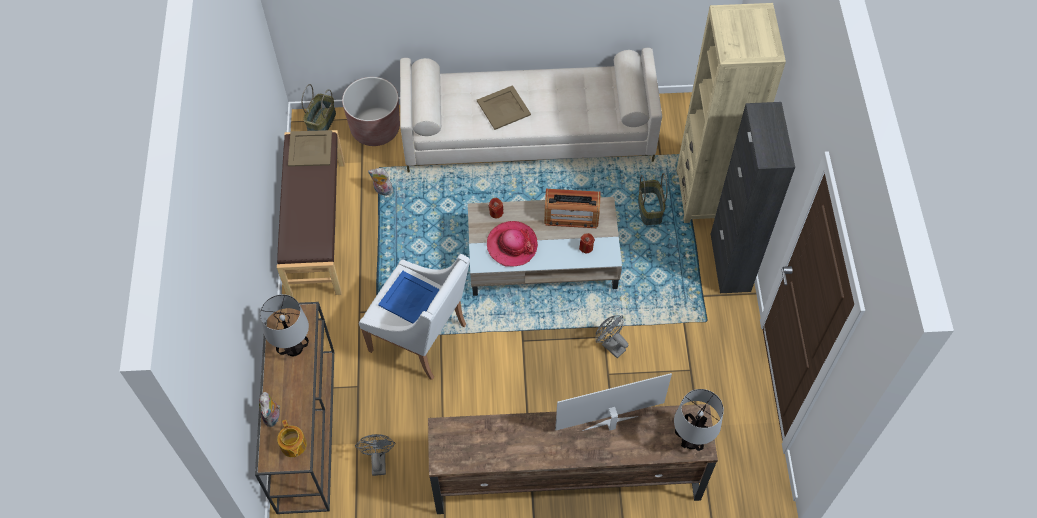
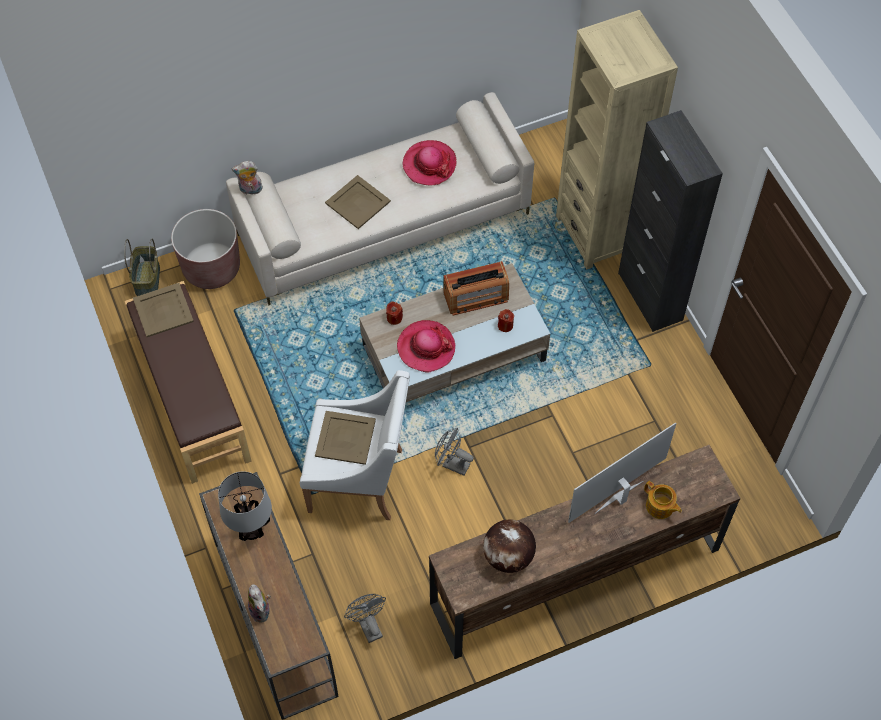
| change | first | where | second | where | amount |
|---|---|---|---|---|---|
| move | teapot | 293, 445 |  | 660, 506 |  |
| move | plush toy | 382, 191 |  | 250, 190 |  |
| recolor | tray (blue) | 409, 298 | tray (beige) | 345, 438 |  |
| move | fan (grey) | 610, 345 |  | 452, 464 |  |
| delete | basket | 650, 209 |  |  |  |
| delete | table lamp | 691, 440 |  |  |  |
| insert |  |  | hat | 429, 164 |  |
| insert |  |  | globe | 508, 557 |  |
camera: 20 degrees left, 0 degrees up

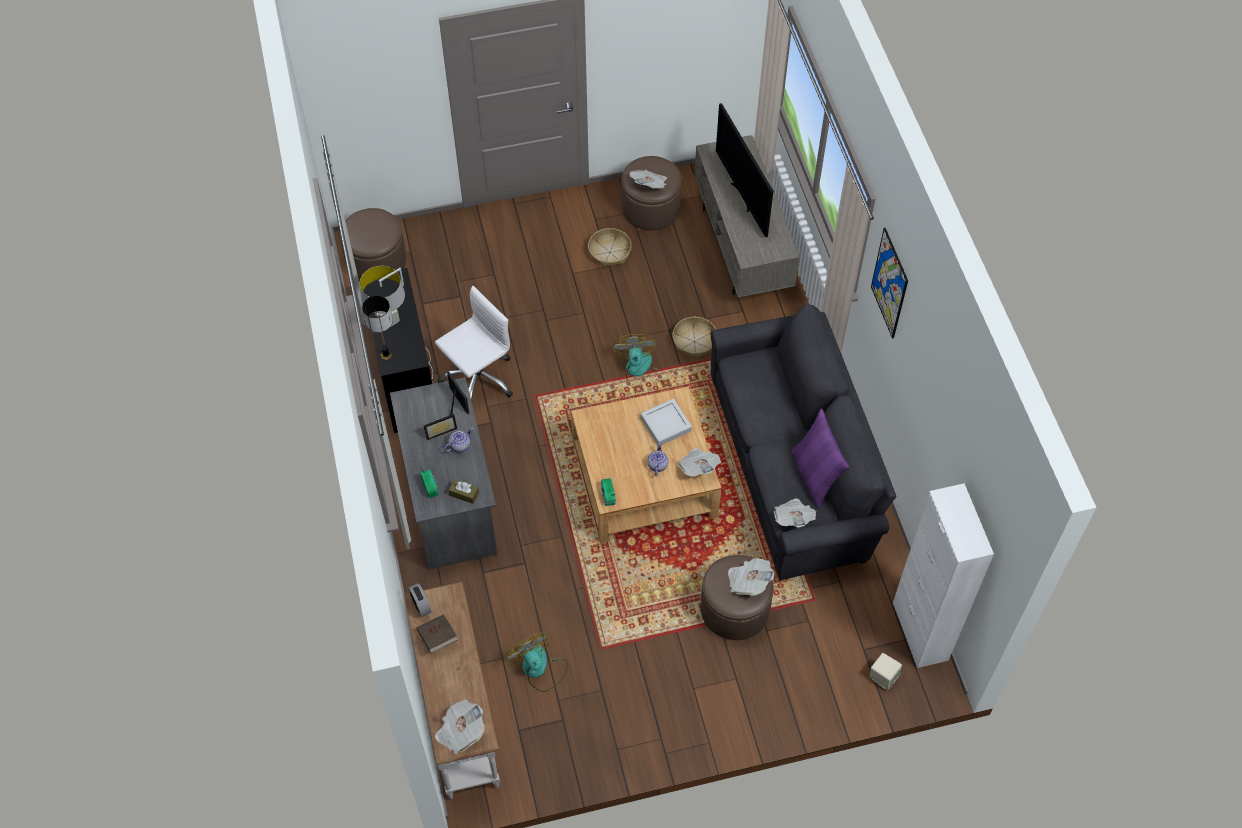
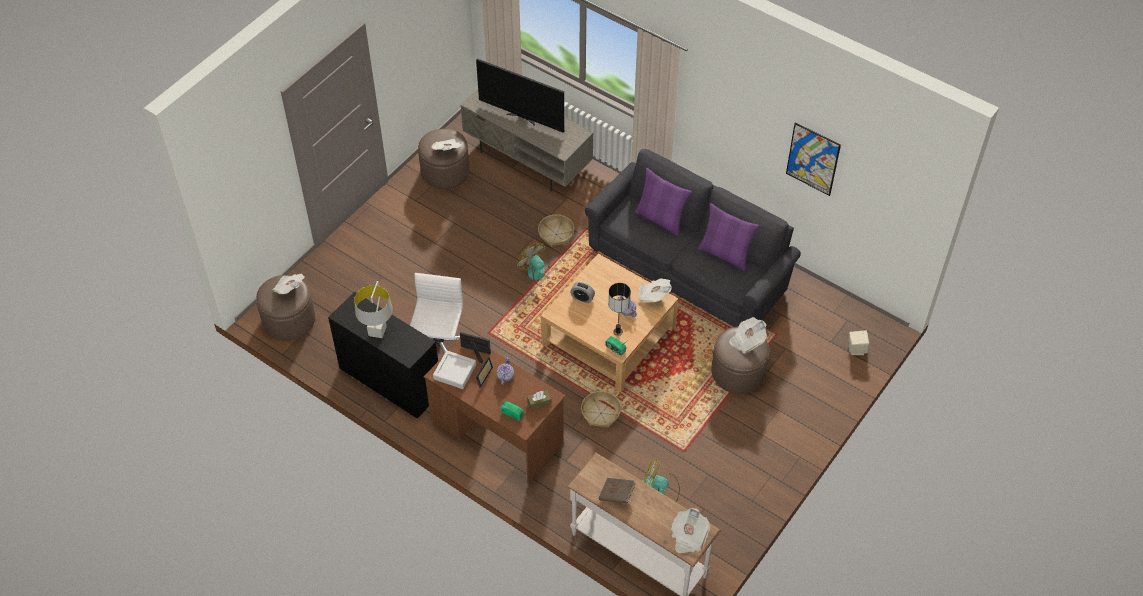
| change | first | where | second | where | amount |
|---|---|---|---|---|---|
| move | table lamp | 386, 354 |  | 618, 331 |  |
| recolor | desk (grey) | 449, 498 | desk (brown) | 497, 432 |  |
| move | alarm clock | 421, 605 |  | 582, 298 |  |
| move | basket | 610, 252 |  | 601, 413 |  |
| move | tray (grey) | 666, 424 |  | 454, 372 |  |
| move | newspaper | 793, 518 |  | 289, 288 |  |
| move | picture | 889, 283 |  | 813, 159 |  |
| delete | cabinet (white) | 920, 631 |  |  |  |
| insert |  |  | pillow (purple) | 660, 219 |  |
camera: 40 degrees left, 5 degrees down

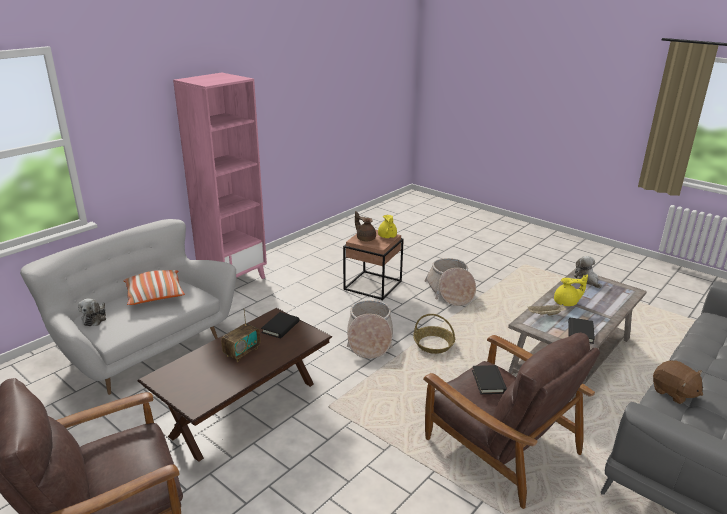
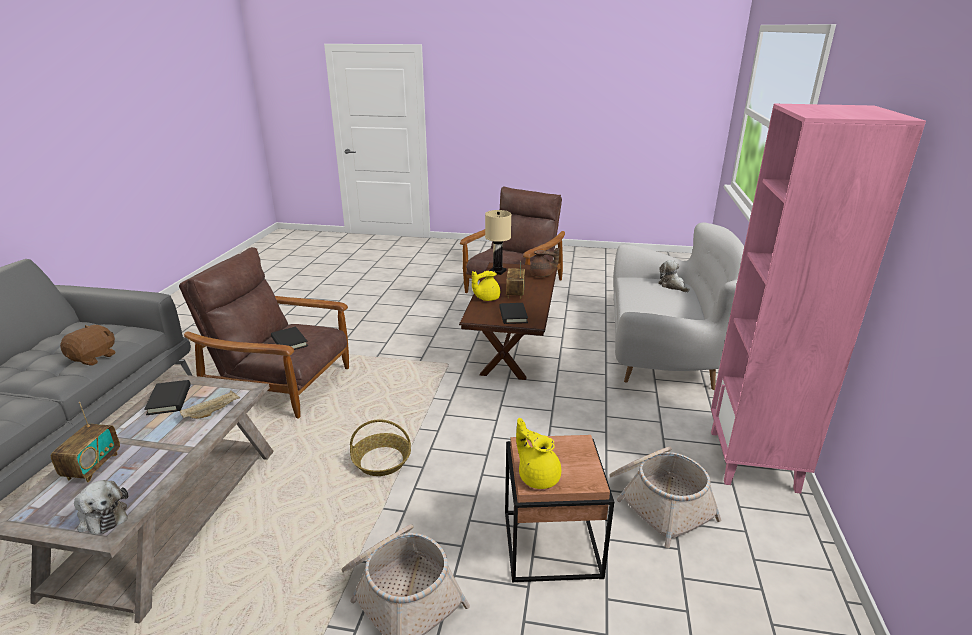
| change | first | where | second | where | amount |
|---|---|---|---|---|---|
| delete | pillow | 155, 296 |  |  |  |
| move | basket | 369, 340 |  | 658, 502 |  |
| move | teapot (brown) | 365, 238 |  | 542, 275 |  |
| move | teapot (yellow) | 567, 303 |  | 486, 298 |  |
| rotate | plush toy (brown) | 674, 393 |  | 94, 358 | 90 degrees clockwise |
| insert |  |  | radio | 92, 466 |  |
| insert |  |  | table lamp (beige) | 497, 271 |  |
camera: 150 degrees right, 0 degrees up

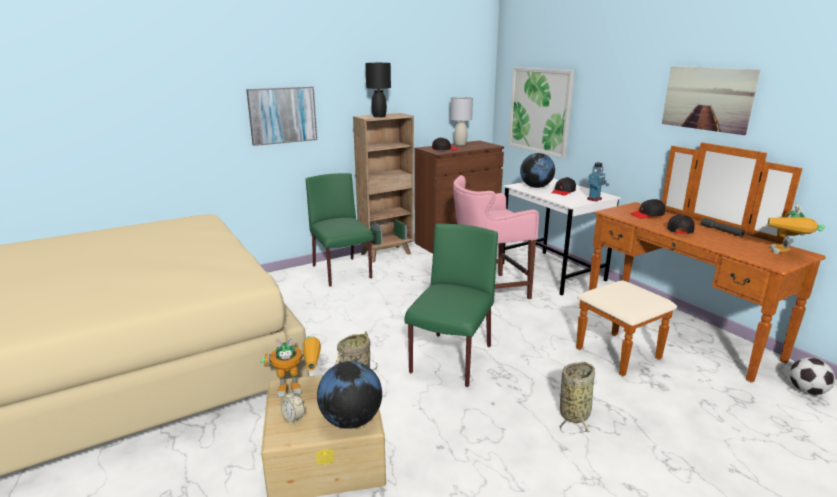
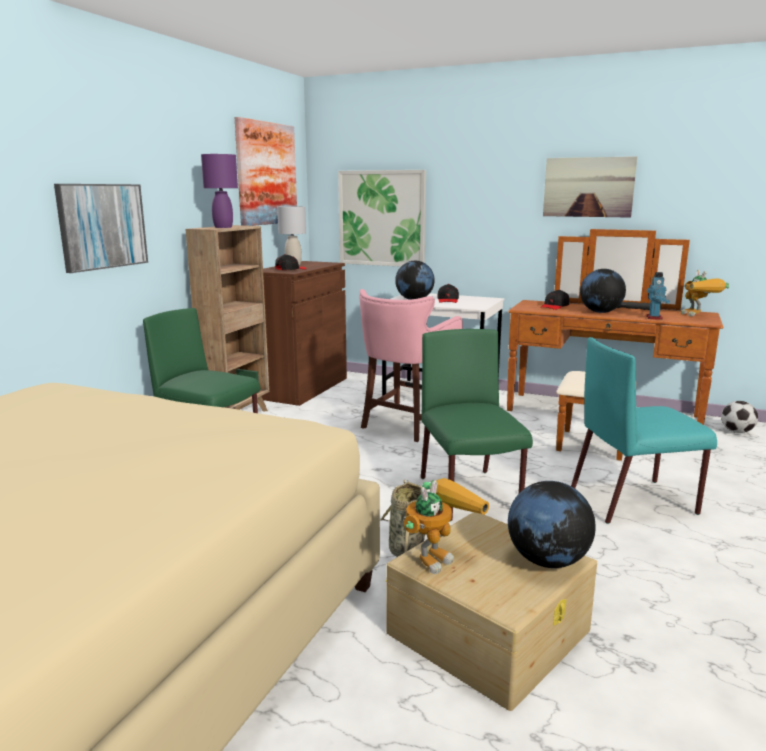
| change | first | where | second | where | amount |
|---|---|---|---|---|---|
| delete | alarm clock | 293, 418 |  |  |  |
| recolor | table lamp (black) | 379, 116 | table lamp (purple) | 223, 227 |  |
| replace | basket | 575, 413 | chair (turquoise) | 634, 501 |  |
| move | toy robot | 594, 199 |  | 654, 318 |  |
| replace | cap (black) | 679, 229 | globe | 600, 312 |  |
| insert |  |  | picture | 266, 174 |  |
camera: 35 degrees left, 5 degrees down

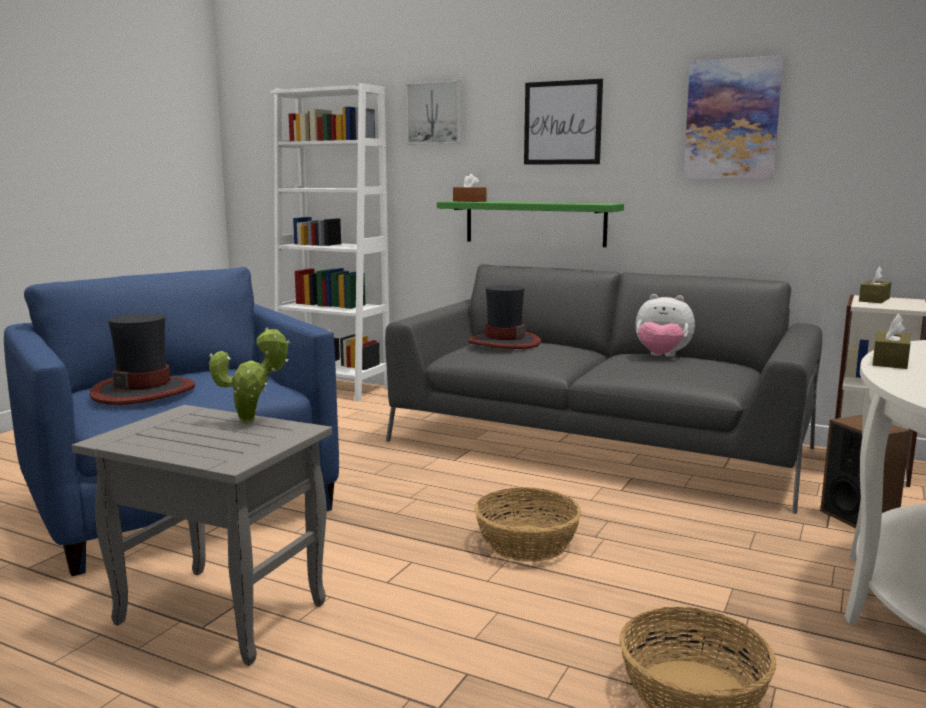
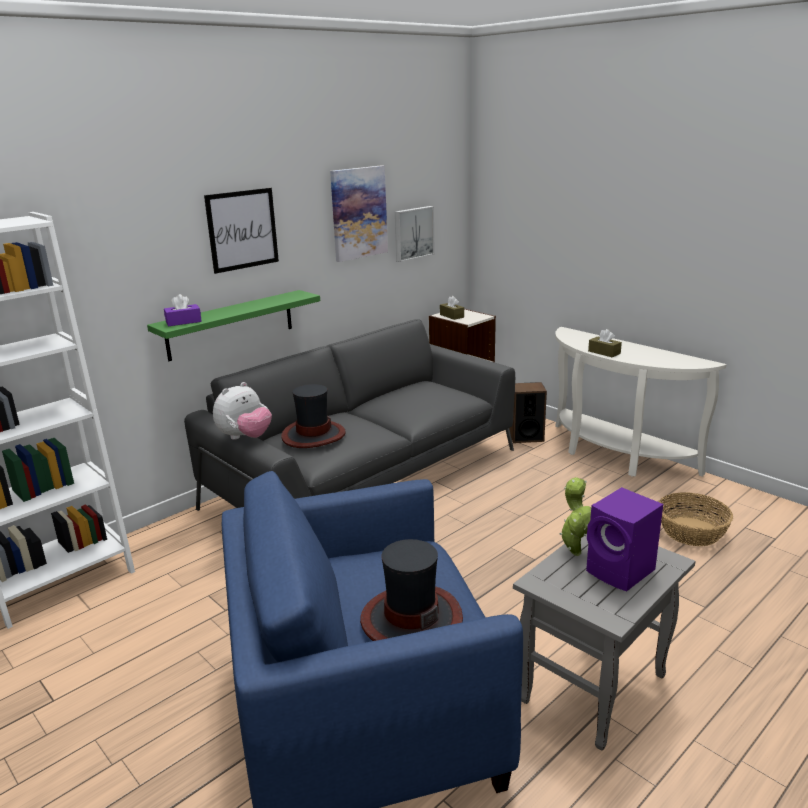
| change | first | where | second | where | amount |
|---|---|---|---|---|---|
| move | picture | 435, 113 |  | 413, 233 |  |
| recolor | tissue box (brown) | 469, 201 | tissue box (purple) | 183, 322 |  |
| delete | basket | 527, 543 |  |  |  |
| move | plush toy | 661, 357 |  | 245, 437 |  |
| insert |  |  | speaker (purple) | 622, 572 |  |
camera: 70 degrees left, 10 degrees up

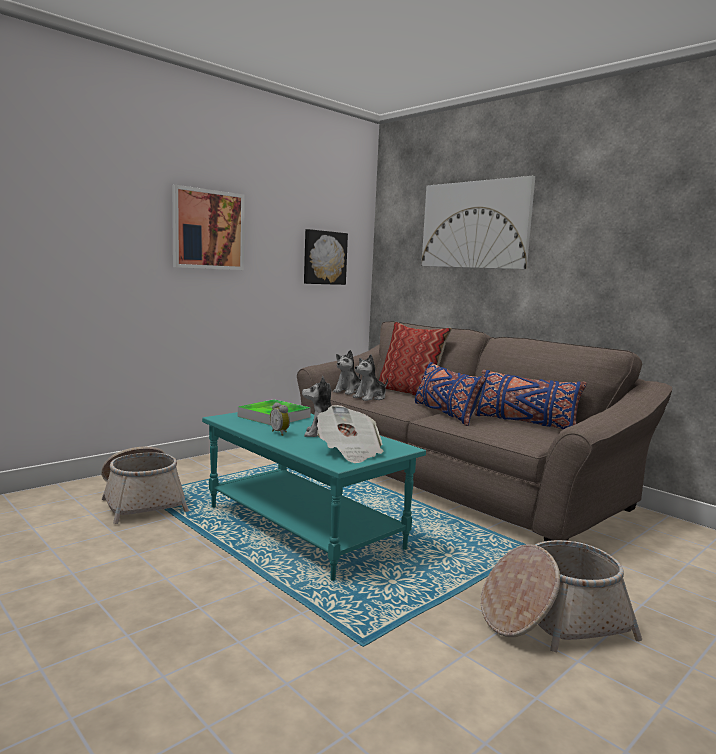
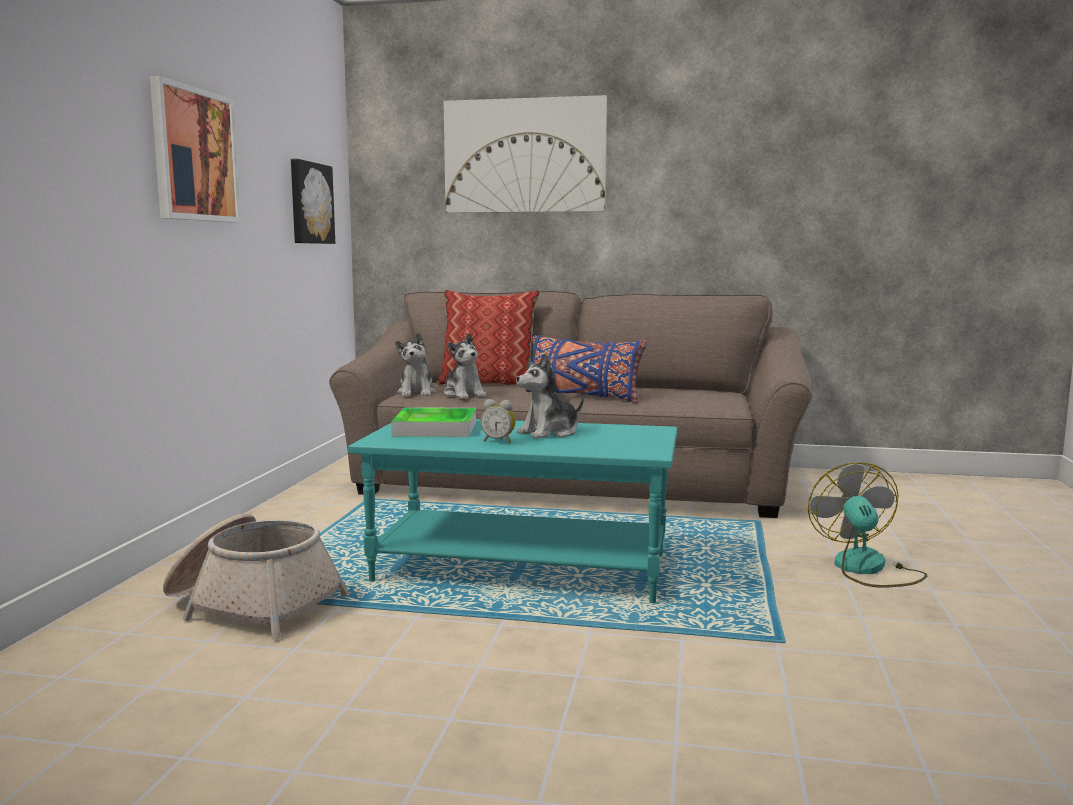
| change | first | where | second | where | amount |
|---|---|---|---|---|---|
| delete | newspaper | 349, 452 |  |  |  |
| rotate | plush toy | 370, 397 |  | 464, 394 | 45 degrees counterclockwise |
| delete | pillow (blue) | 524, 423 |  |  |  |
| replace | basket | 552, 620 | fan | 867, 569 |  |
camera: 35 degrees left, 0 degrees up

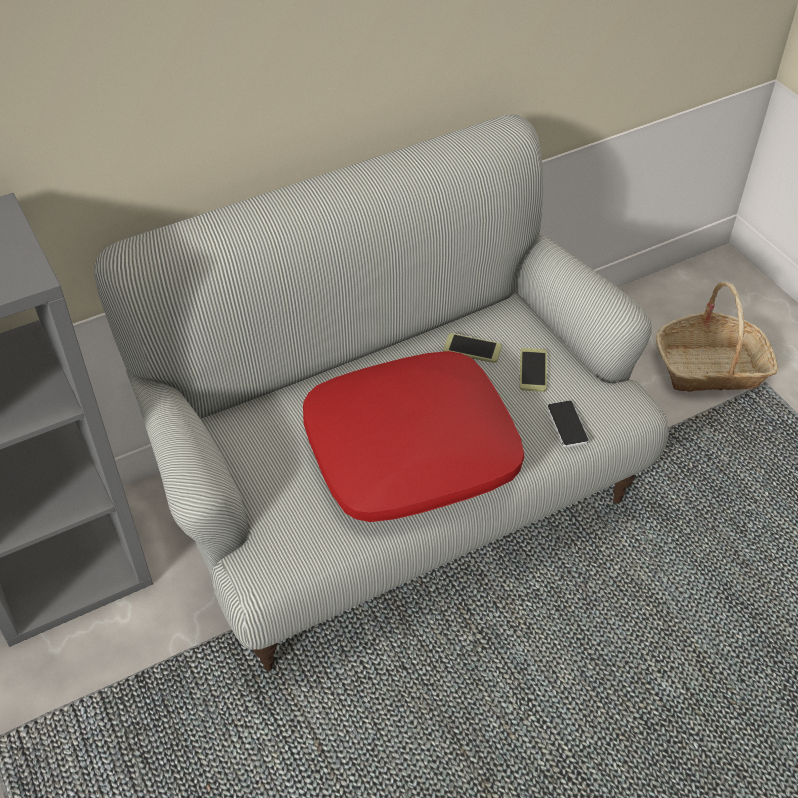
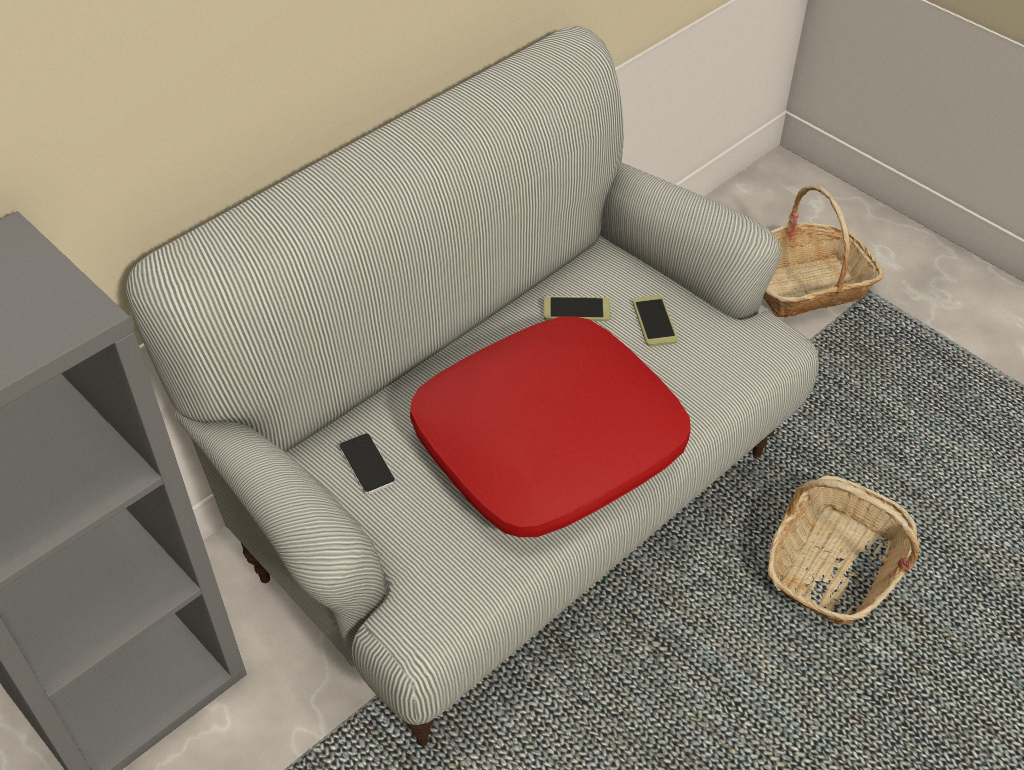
| change | first | where | second | where | amount |
|---|---|---|---|---|---|
| move | phone | 567, 424 |  | 367, 464 |  |
| insert |  |  | basket | 835, 566 |  |
camera: 15 degrees left, 0 degrees up

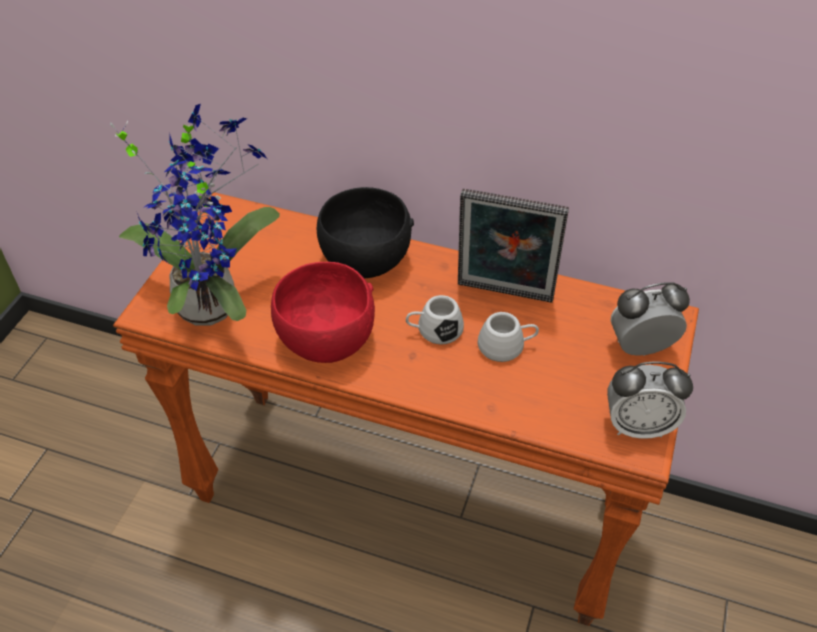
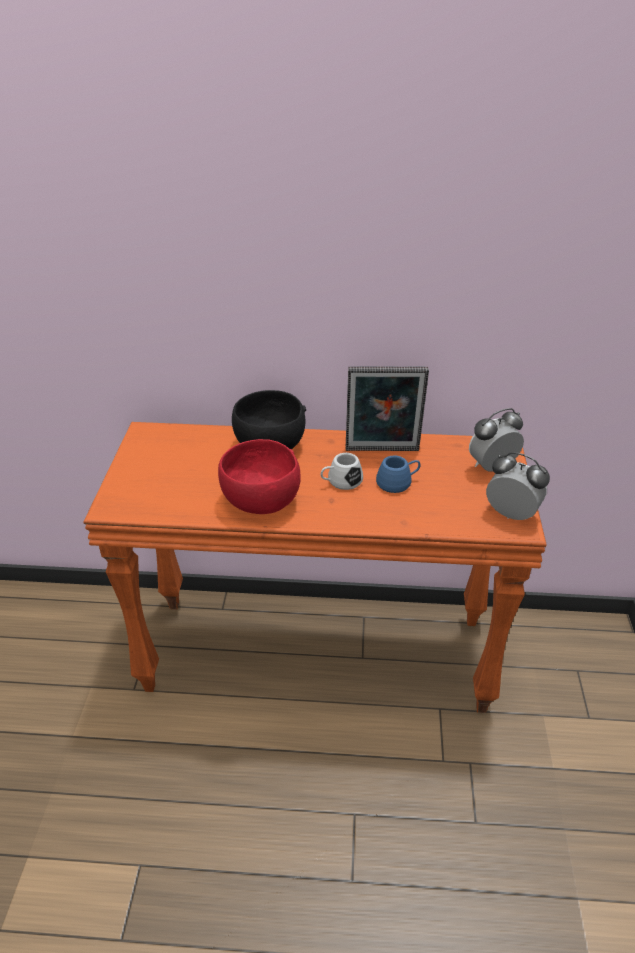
| change | first | where | second | where | amount |
|---|---|---|---|---|---|
| delete | potted plant | 212, 301 |  |  |  |
| recolor | mug (white) | 506, 346 | mug (blue) | 398, 482 |  |
| rotate | alarm clock | 638, 425 |  | 511, 514 | 135 degrees counterclockwise |
camera: 15 degrees left, 10 degrees down

